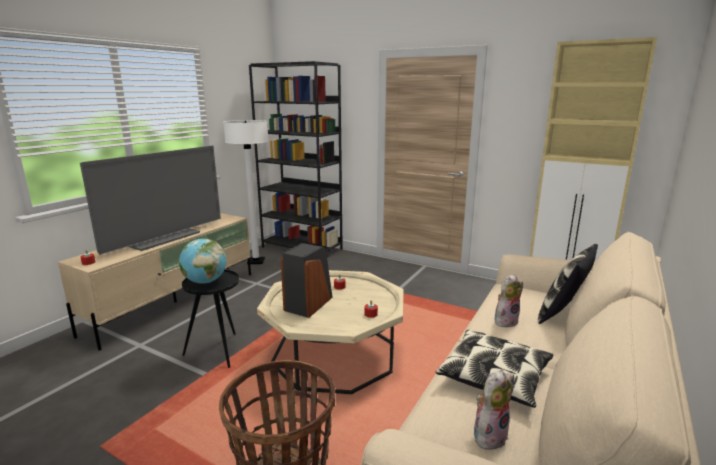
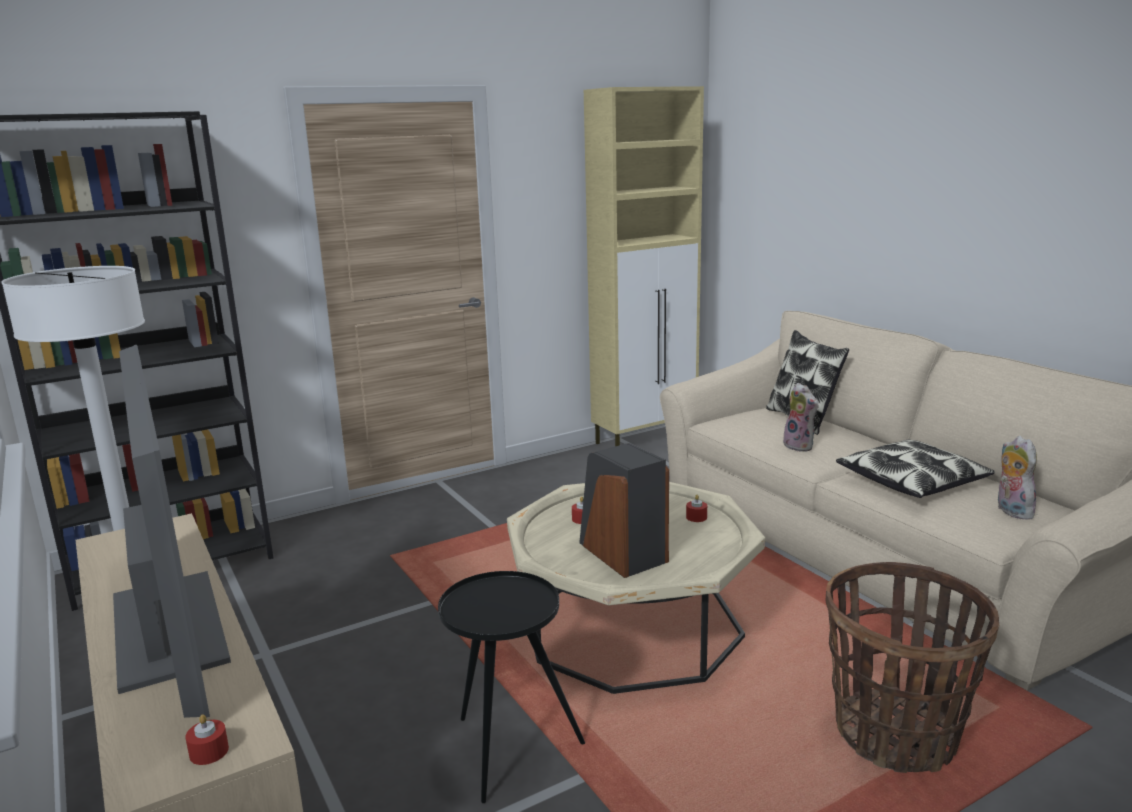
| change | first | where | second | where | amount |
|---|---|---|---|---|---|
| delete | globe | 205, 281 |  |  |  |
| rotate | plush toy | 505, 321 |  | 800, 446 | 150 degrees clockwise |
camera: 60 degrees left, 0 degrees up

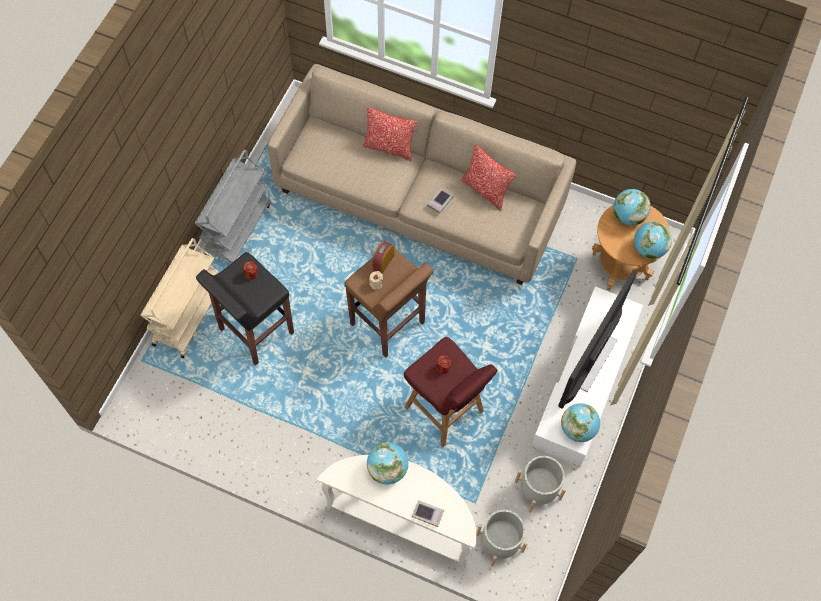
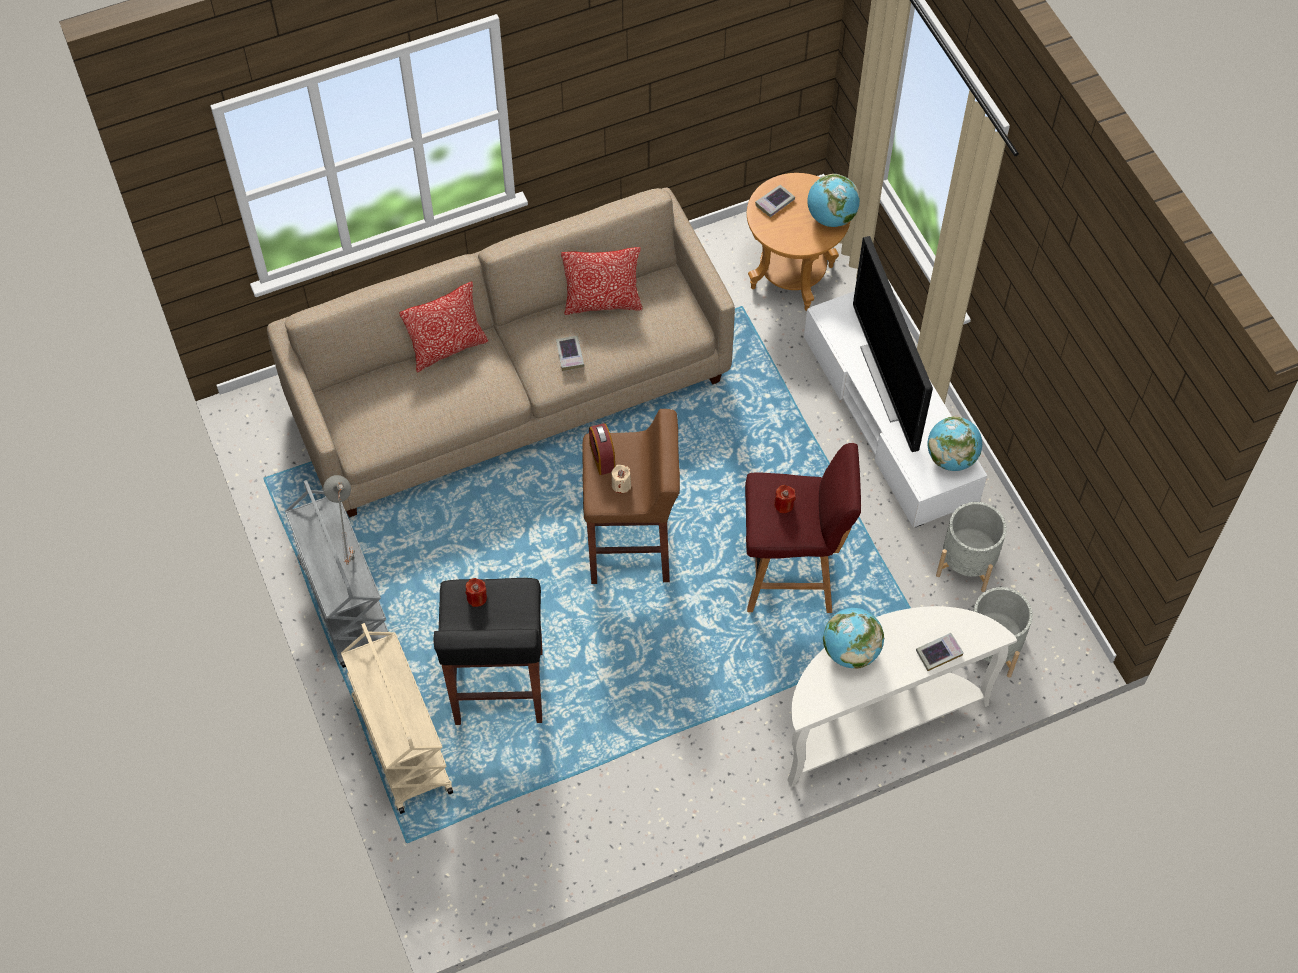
| change | first | where | second | where | amount |
|---|---|---|---|---|---|
| replace | globe | 628, 216 | book | 775, 203 |  |
| insert |  |  | table lamp (grey) | 351, 559 |  |
camera: 45 degrees left, 5 degrees down

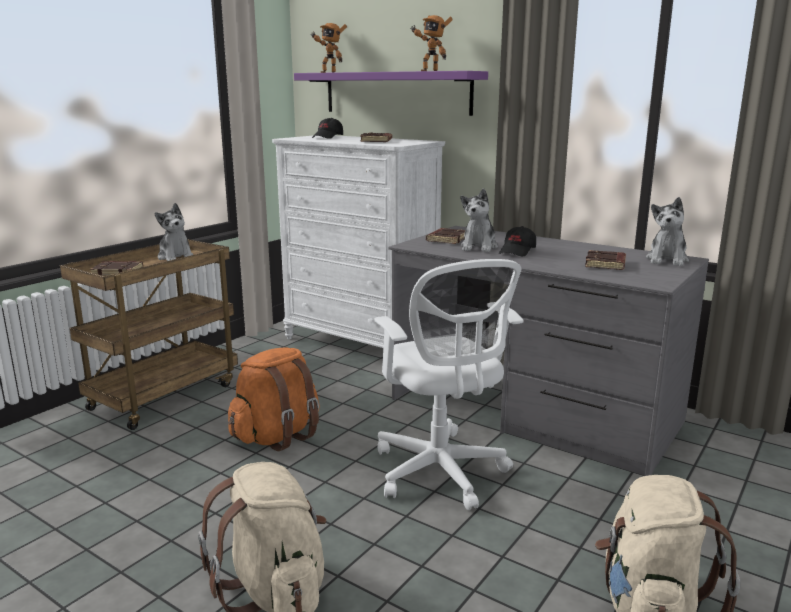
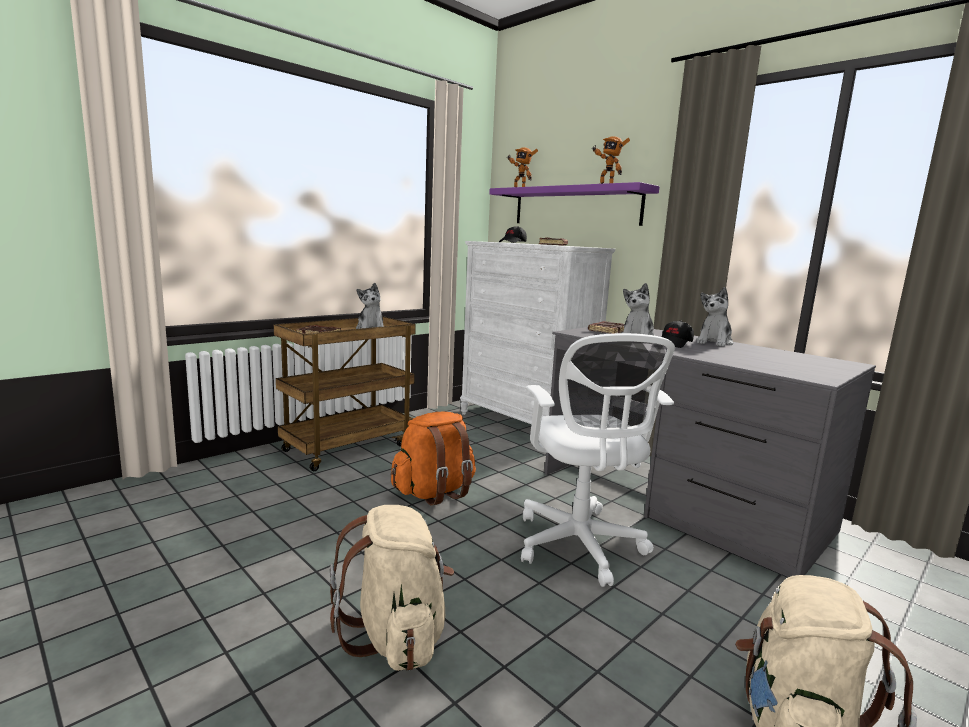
| change | first | where | second | where | amount |
|---|---|---|---|---|---|
| delete | book (brown) | 606, 264 |  |  |  |
| move | plush toy | 667, 260 |  | 714, 342 |  |
camera: 10 degrees right, 5 degrees down

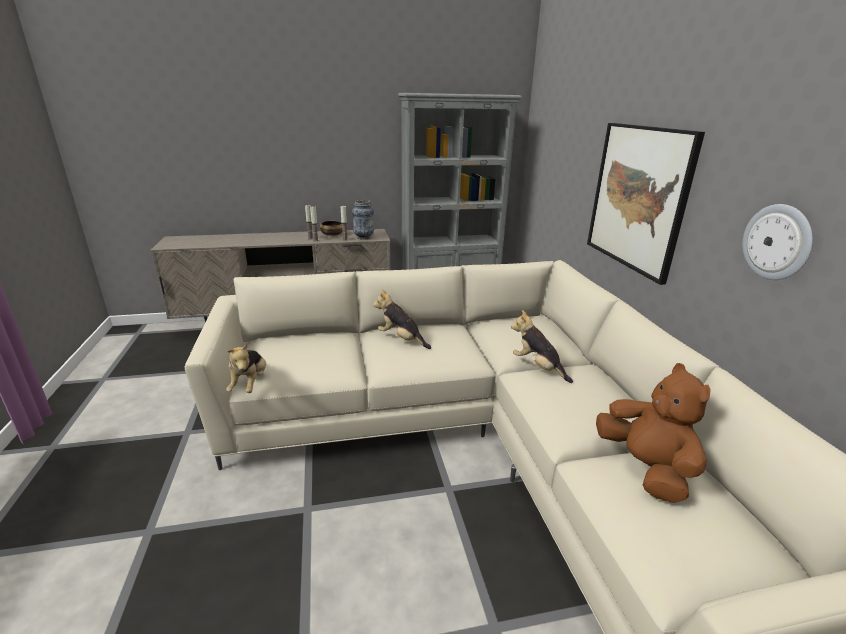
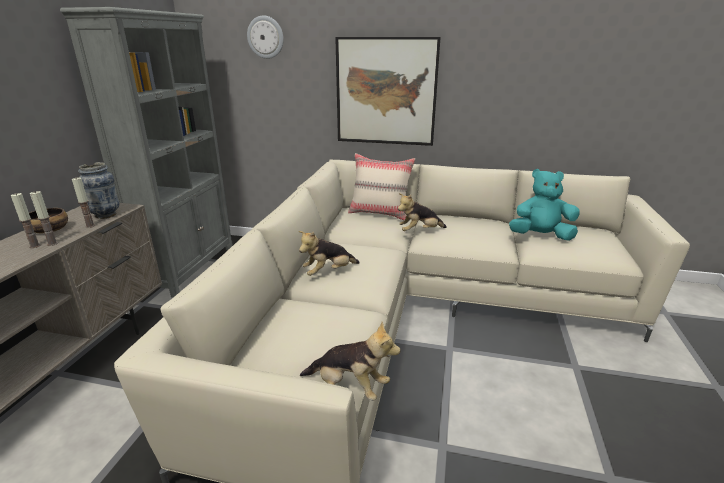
| change | first | where | second | where | amount |
|---|---|---|---|---|---|
| recolor | plush toy (brown) | 645, 468 | plush toy (turquoise) | 540, 236 |  |
| move | wall clock | 777, 242 |  | 265, 37 |  |
| insert |  |  | pillow (beige) | 380, 213 |  |
camera: 65 degrees left, 0 degrees up

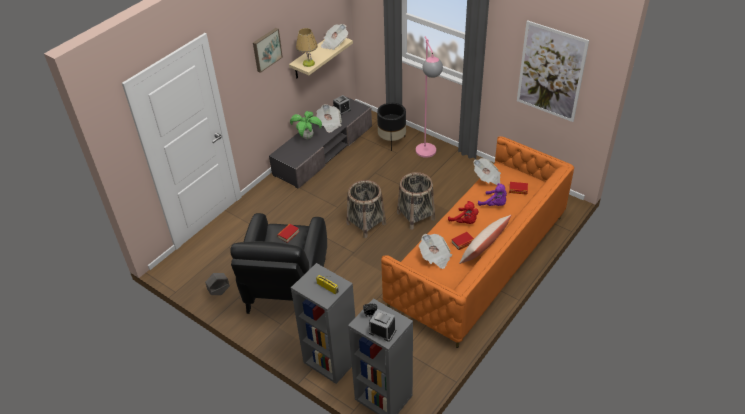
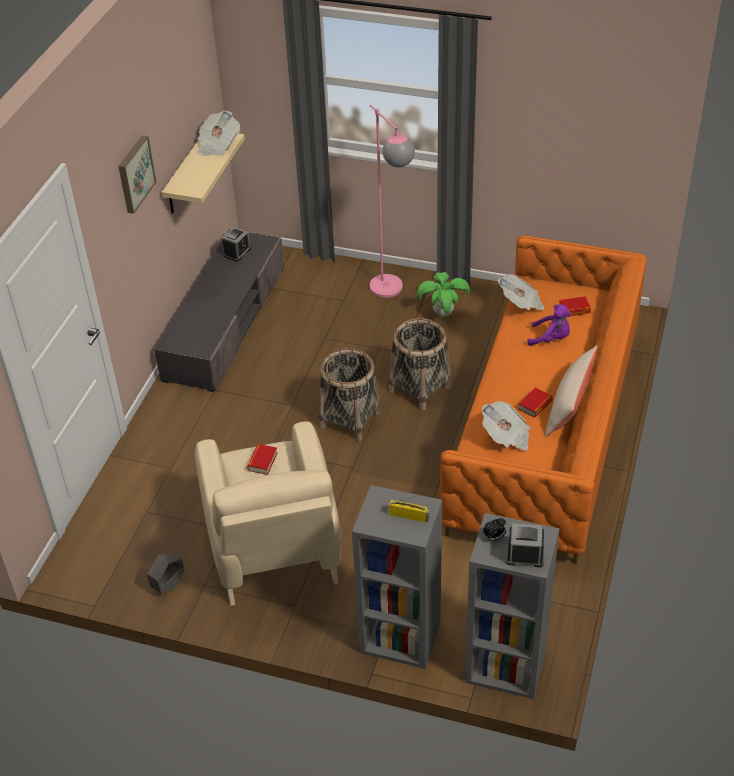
| change | first | where | second | where | amount |
|---|---|---|---|---|---|
| recolor | armchair (black) | 286, 288 | armchair (beige) | 274, 549 |  |
| move | potted plant | 307, 137 |  | 443, 313 |  |
| delete | table lamp | 308, 63 |  |  |  |
| delete | newspaper | 329, 124 |  |  |  |
| delete | planter (black) | 392, 141 |  |  |  |
| delete | plush toy (red) | 465, 222 |  |  |  |
| delete | picture | 551, 72 |  |  |  |
camera: 20 degrees left, 0 degrees up

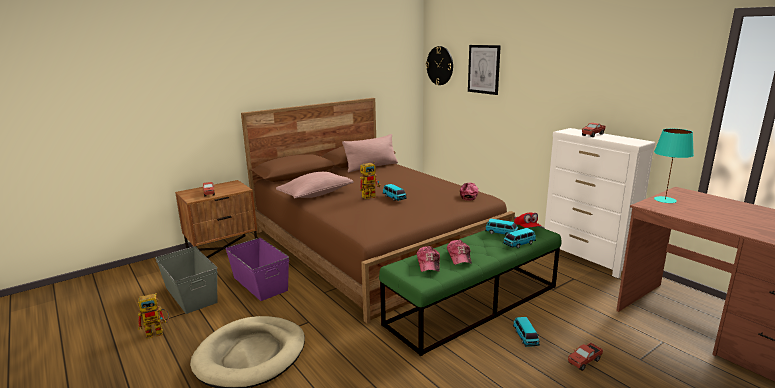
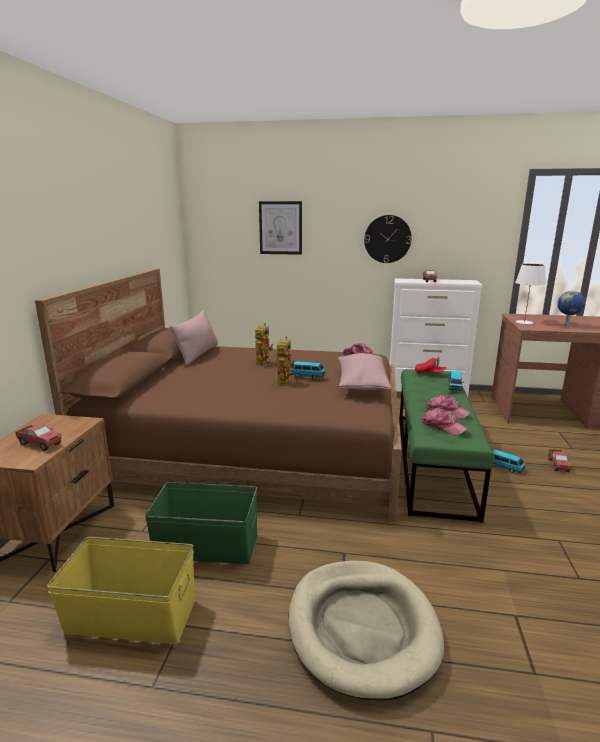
| change | first | where | second | where | amount |
|---|---|---|---|---|---|
| move | toy robot | 158, 331 |  | 263, 362 |  |
| recolor | storage box (grey) | 191, 294 | storage box (yellow) | 131, 615 |  |
| recolor | storage box (purple) | 260, 283 | storage box (green) | 206, 545 |  |
| move | pillow (pink) | 315, 194 |  | 361, 384 |  |
| move | wall clock | 440, 65 |  | 387, 239 |  |
| delete | toy car | 501, 233 |  |  |  |
| recolor | table lamp (turquoise) | 665, 200 | table lamp (white) | 524, 322 |  |
| insert |  |  | globe | 567, 326 |  |
camera: 45 degrees left, 0 degrees up

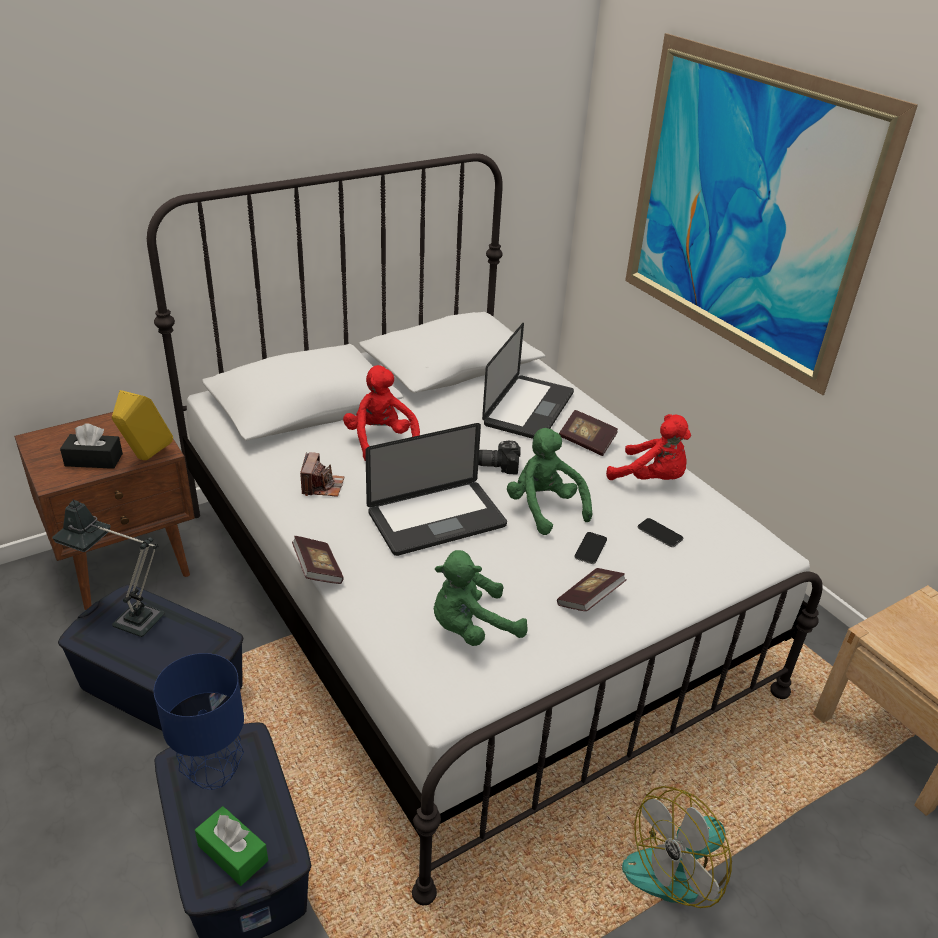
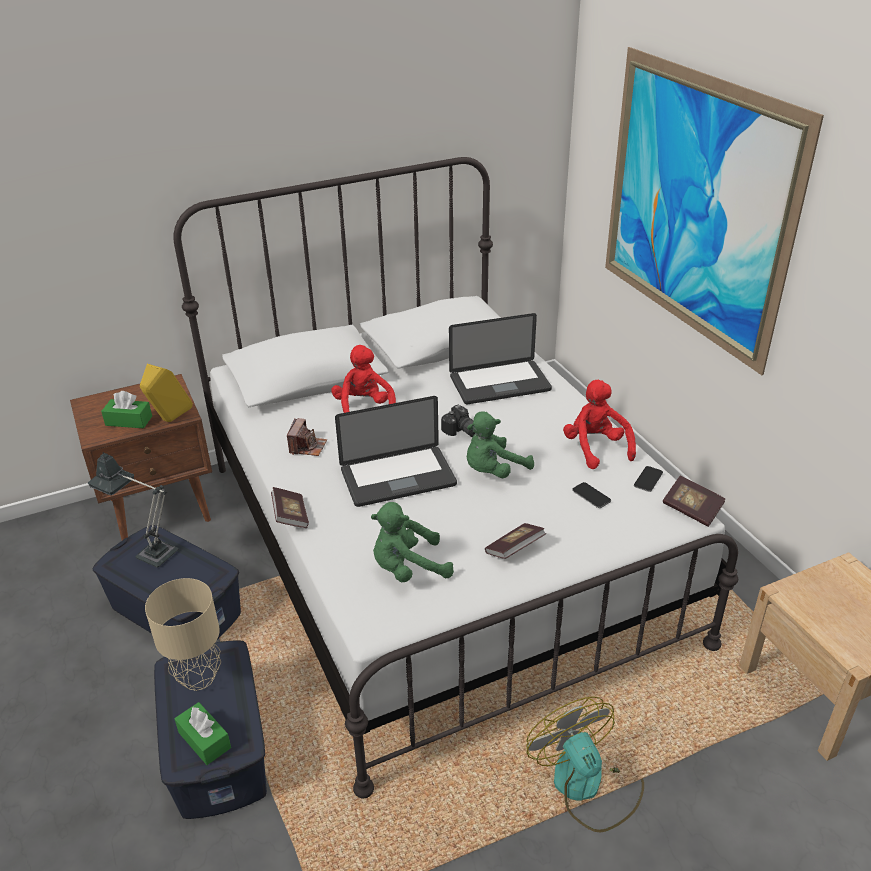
| change | first | where | second | where | amount |
|---|---|---|---|---|---|
| recolor | tissue box (black) | 94, 460 | tissue box (green) | 129, 421 |  |
| recolor | table lamp (blue) | 215, 772 | table lamp (beige) | 200, 677 |  |
| rotate | photo camera | 498, 464 |  | 461, 432 | 135 degrees counterclockwise |
| rotate | laptop | 528, 409 |  | 500, 384 | 45 degrees clockwise |
| rotate | plush toy (green) | 544, 508 |  | 493, 471 | 105 degrees counterclockwise |
| move | book | 586, 442 |  | 691, 510 |  |
| move | phone | 590, 549 |  | 648, 479 |  |
| rotate | plush toy (red) | 651, 479 |  | 595, 448 | 150 degrees counterclockwise |
| rotate | fan | 678, 867 |  | 586, 786 | 90 degrees clockwise |
camera: 10 degrees right, 0 degrees up

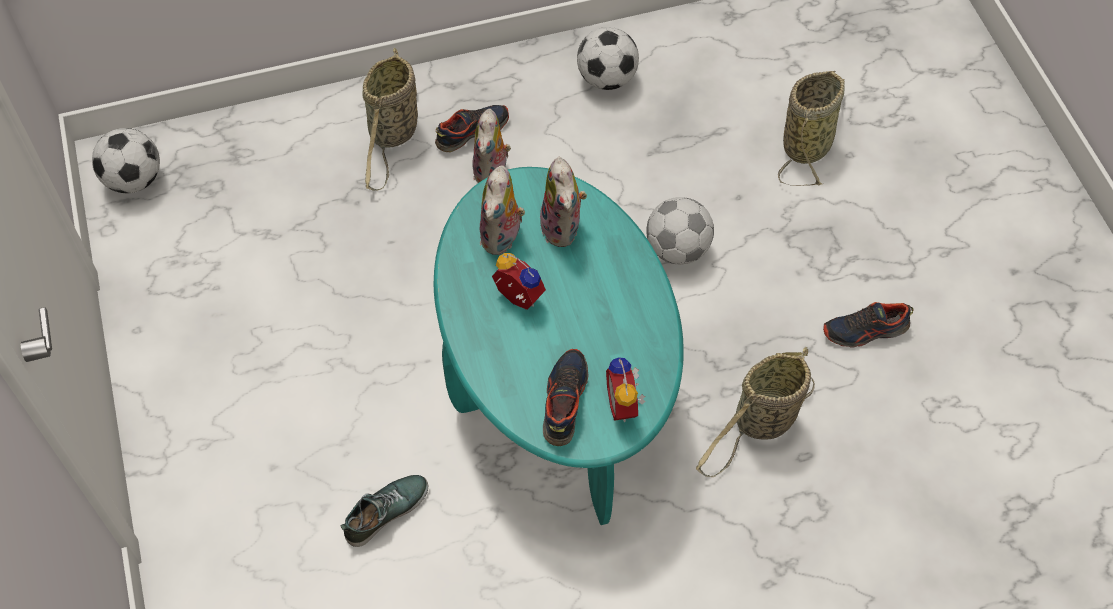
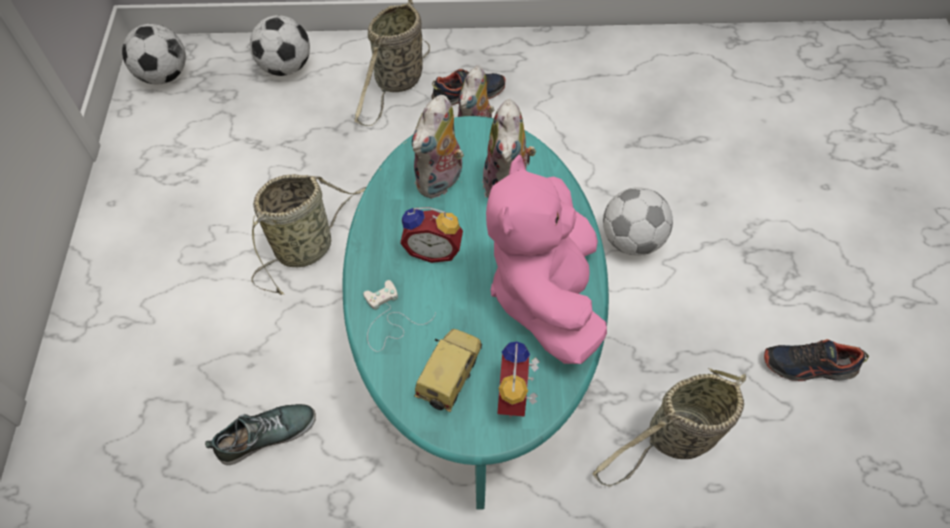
| change | first | where | second | where | amount |
|---|---|---|---|---|---|
| rotate | alarm clock | 516, 299 |  | 433, 249 | 135 degrees clockwise |
| replace | shoe | 564, 401 | toy car | 448, 375 |  |
| move | football | 606, 79 |  | 286, 67 |  |
| move | basket | 808, 143 |  | 307, 246 |  |
| insert |  |  | game controller (white) | 389, 319 |  |
| insert |  |  | plush toy (pink) | 545, 293 |  |
camera: 15 degrees right, 0 degrees up

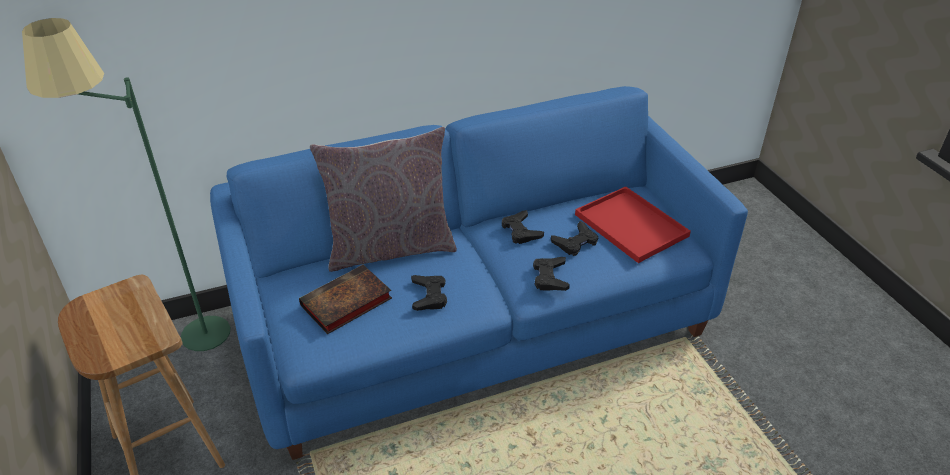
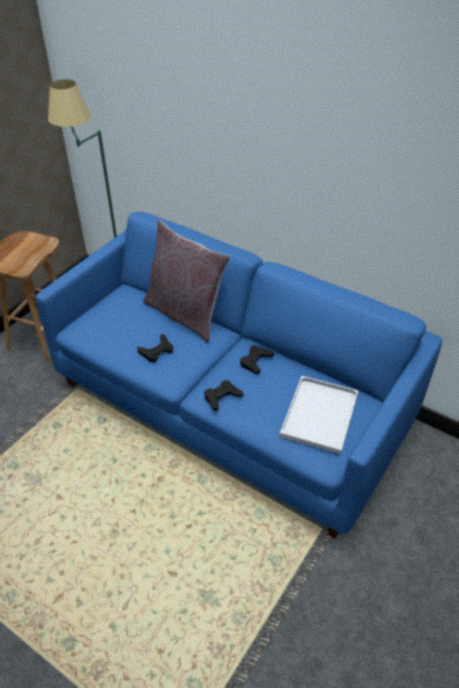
| change | first | where | second | where | amount |
|---|---|---|---|---|---|
| delete | book | 345, 304 |  |  |  |
| delete | game controller (black) | 575, 242 |  |  |  |
| recolor | tray (red) | 633, 226 | tray (white) | 320, 416 |  |
camera: 55 degrees right, 5 degrees up

